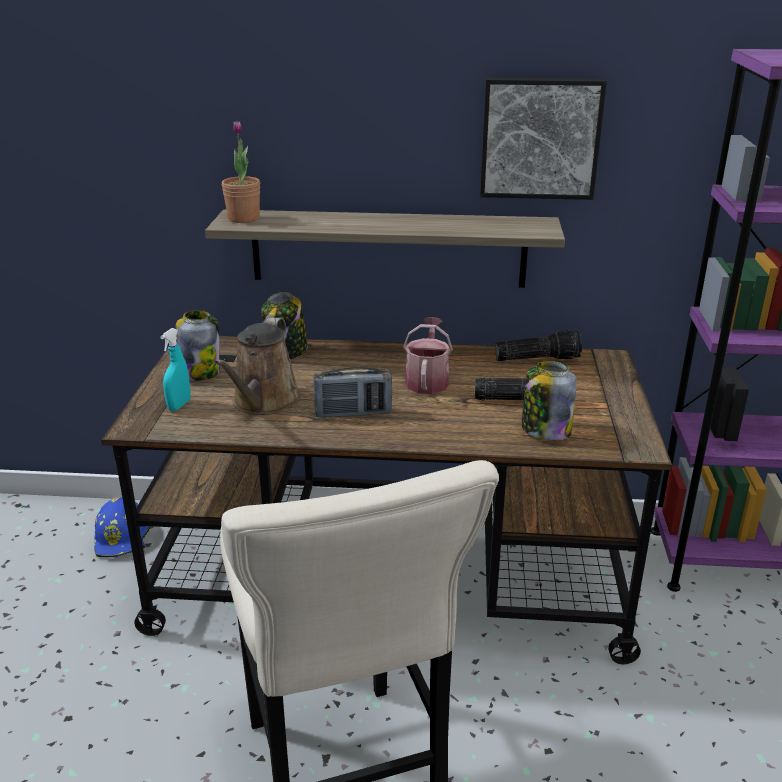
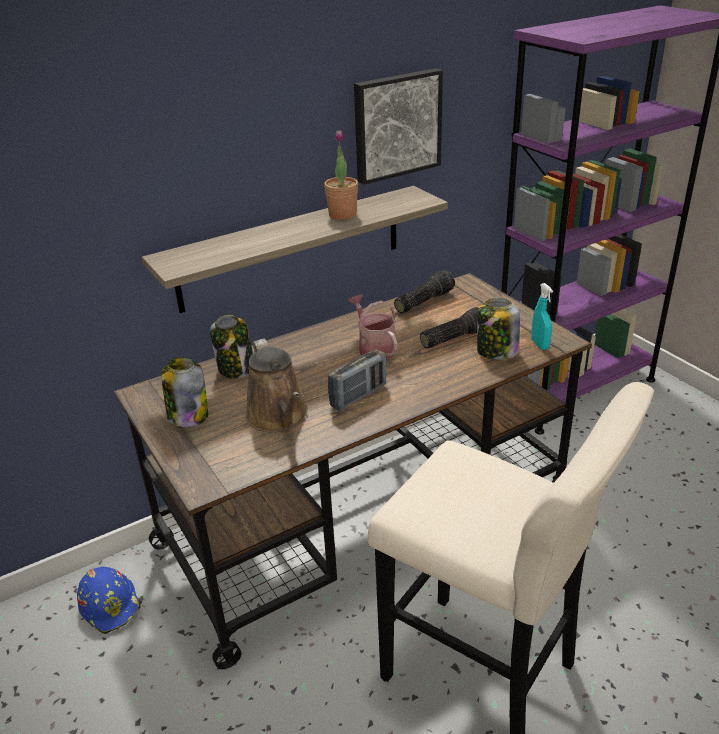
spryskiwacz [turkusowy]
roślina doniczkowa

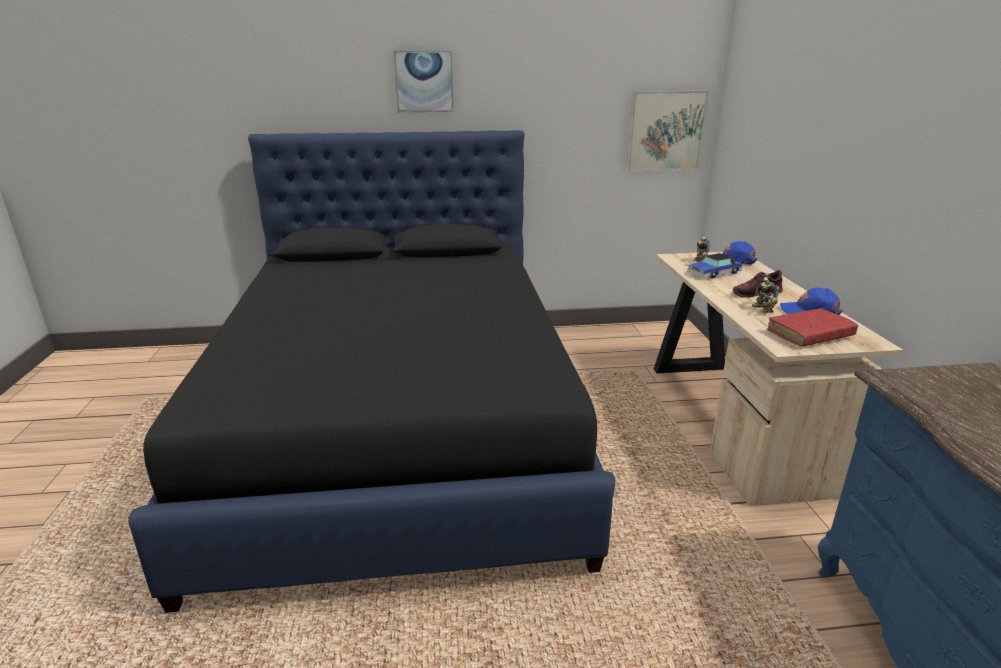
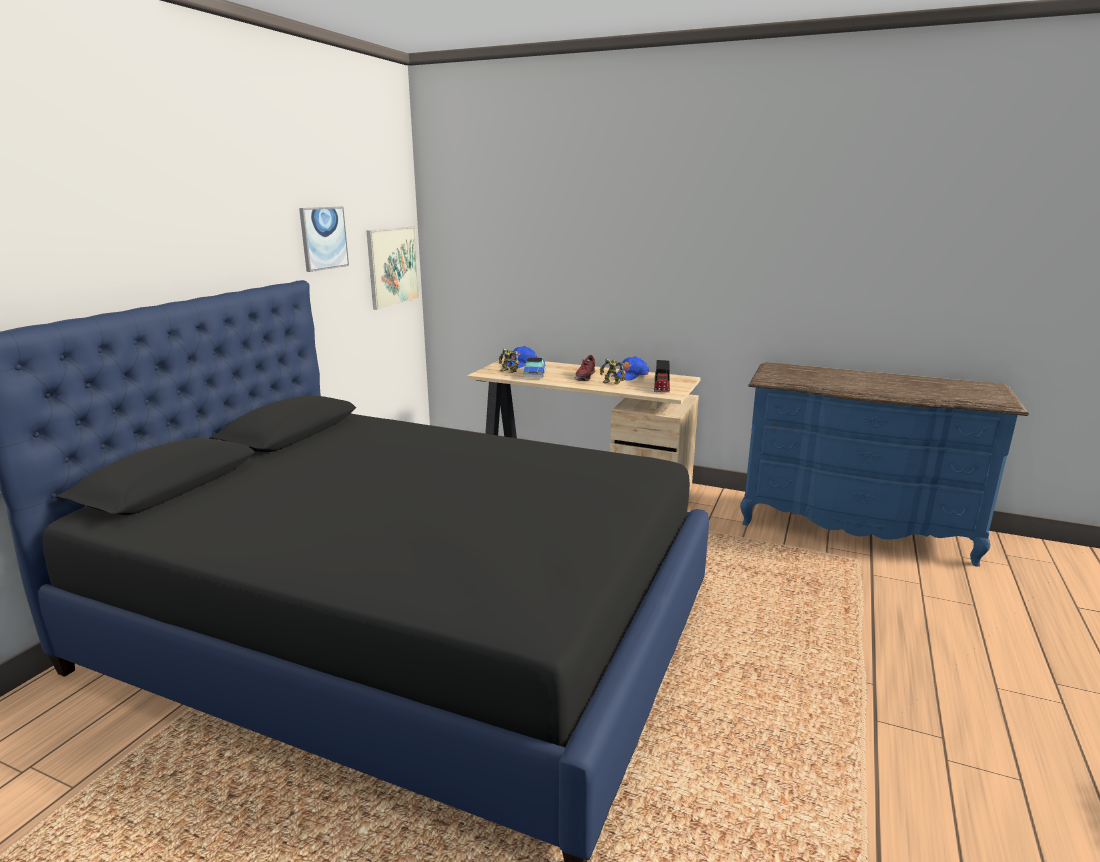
obraz (1st from left)
ciężarówka zabawkowa

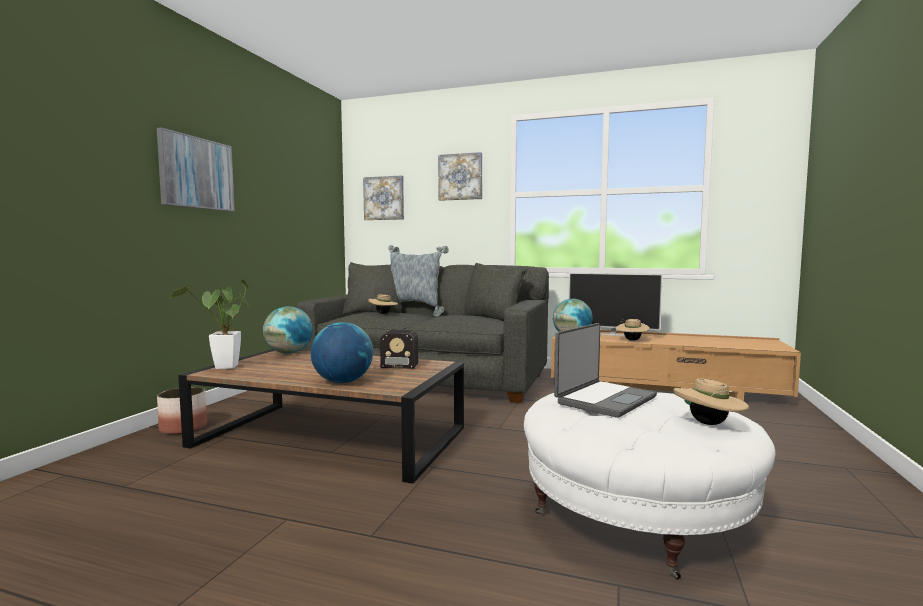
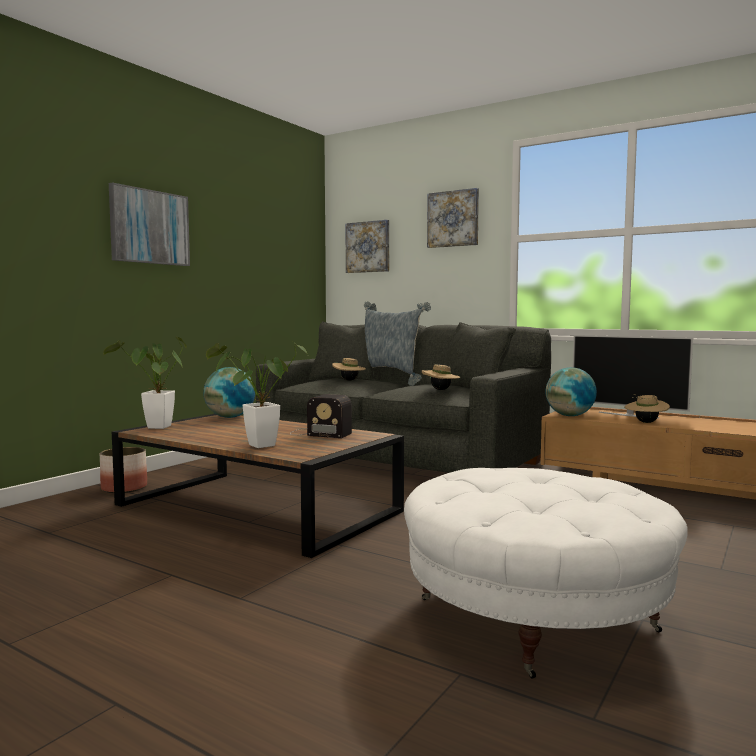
roślina doniczkowa (2nd from left)
laptop
kapelusz [beżowy] (2nd from left)

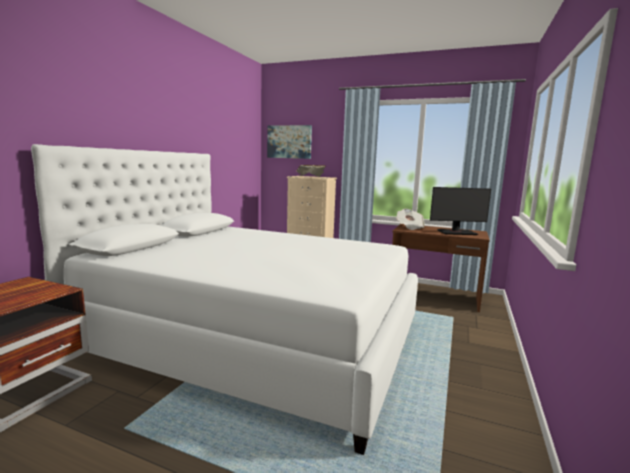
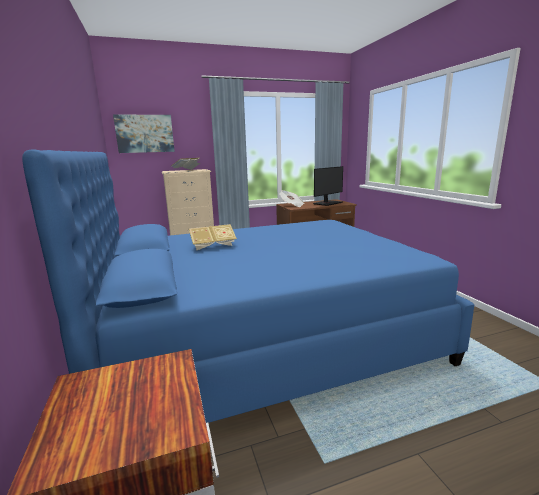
łóżko [niebieski]
książka (2nd from left)

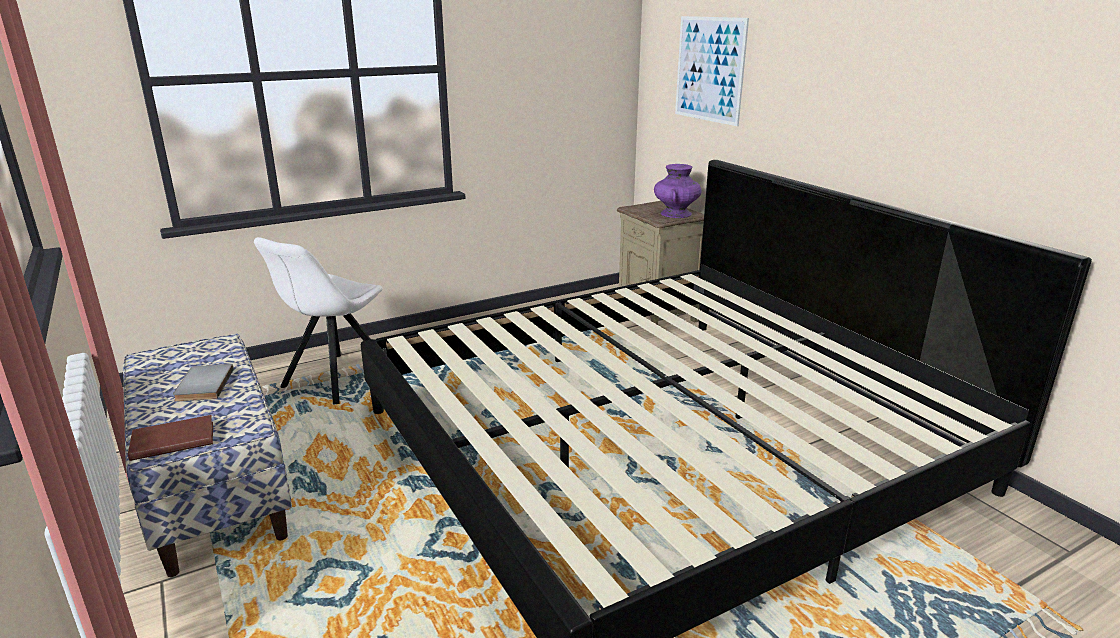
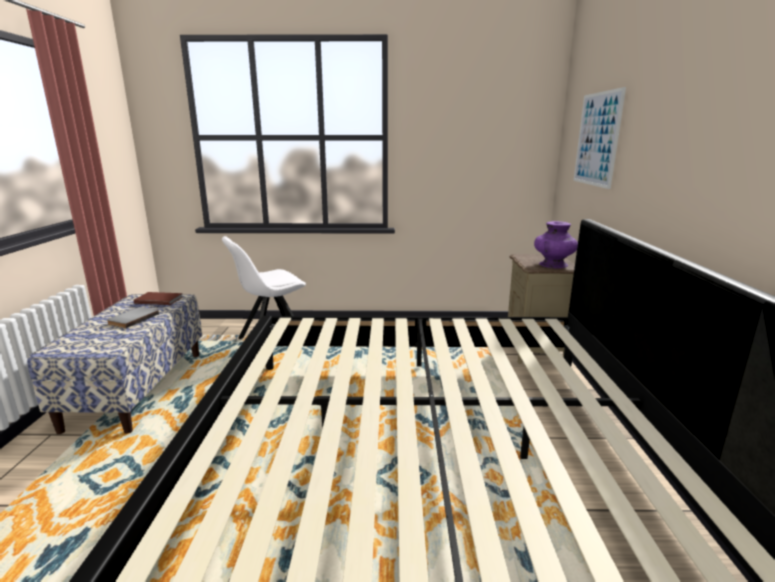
książka [brązowy]

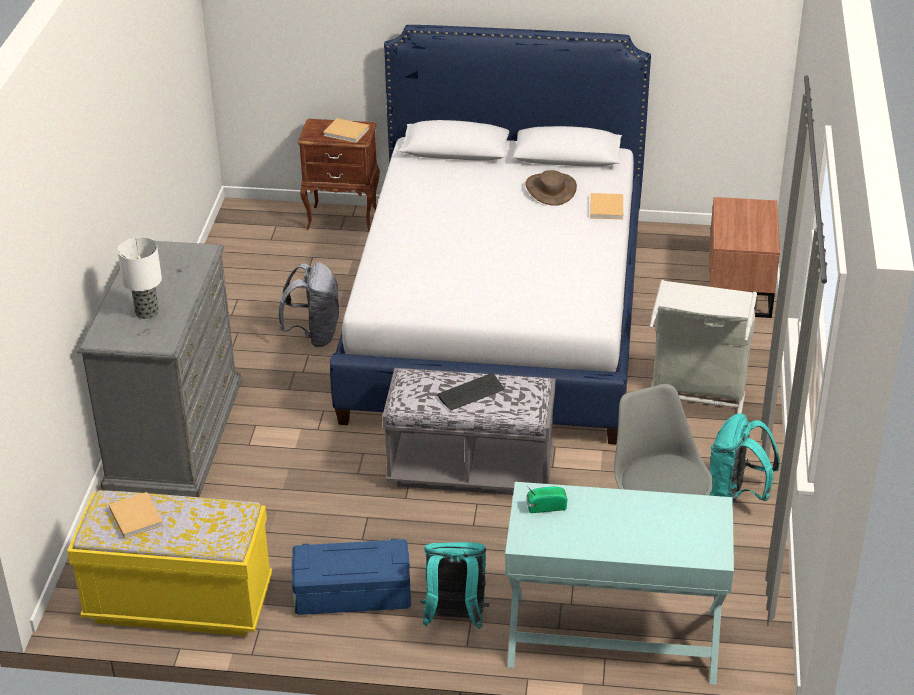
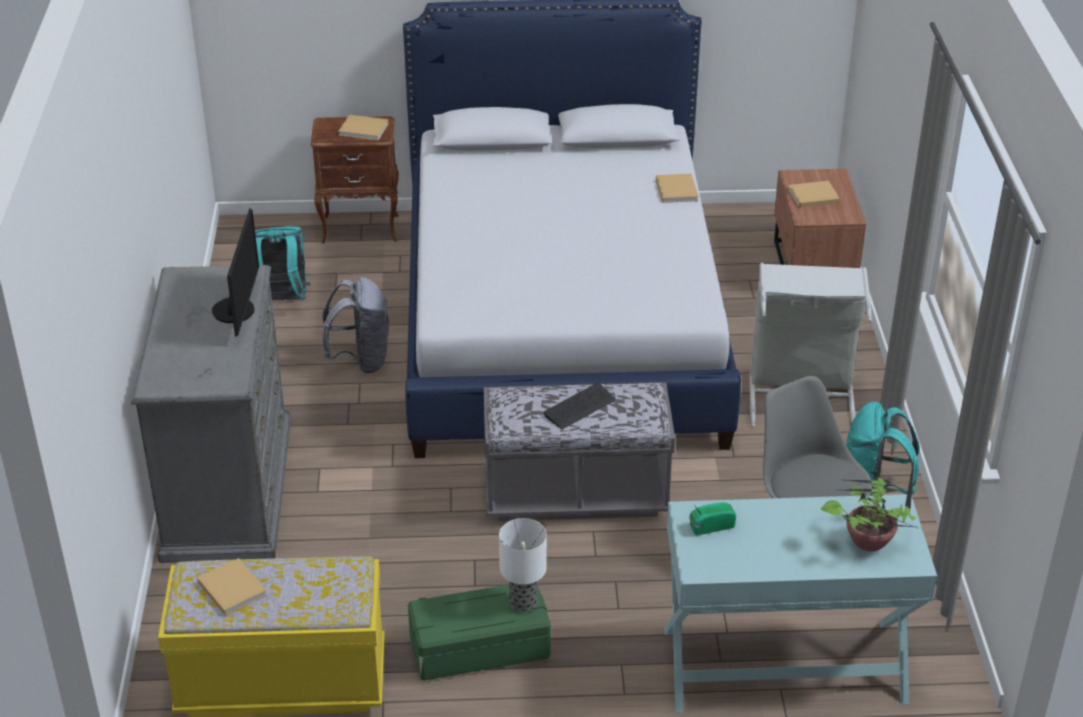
lampa stołowa
pojemnik do przechowywania [zielony]
plecak [turkusowy] (1st from left)
kapelusz [brązowy]
monitor
książka [beżowy] (4th from left)
roślina doniczkowa

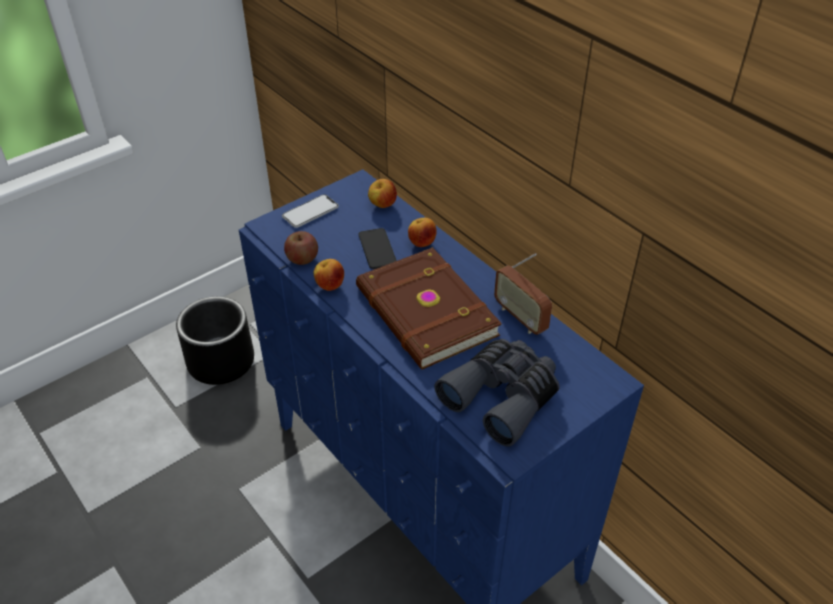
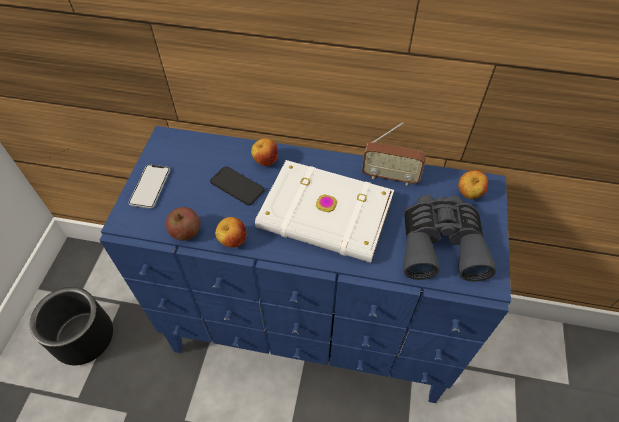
książka [biały]
jabłko (4th from left)

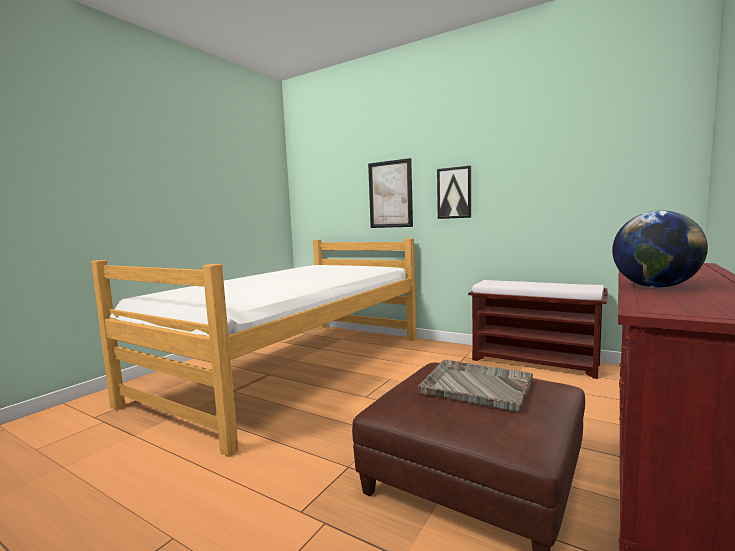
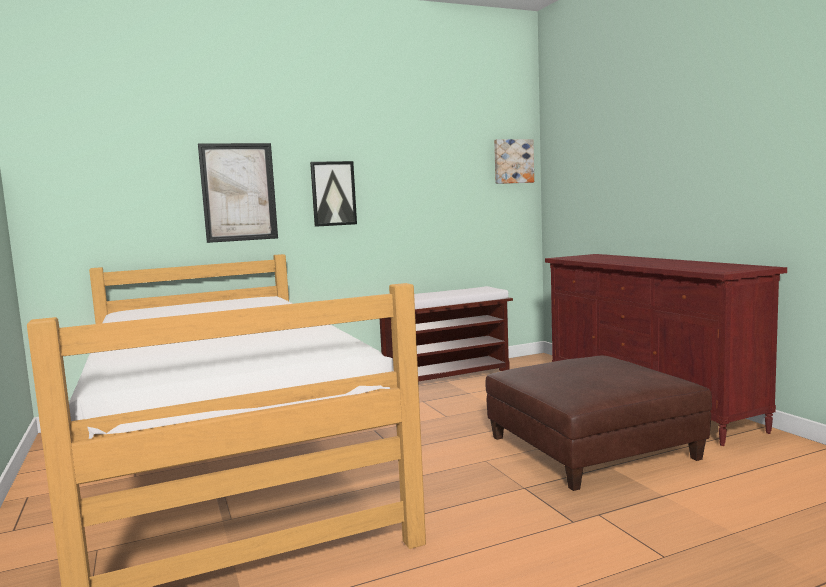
taca [szary]
globus
obraz (3rd from left)

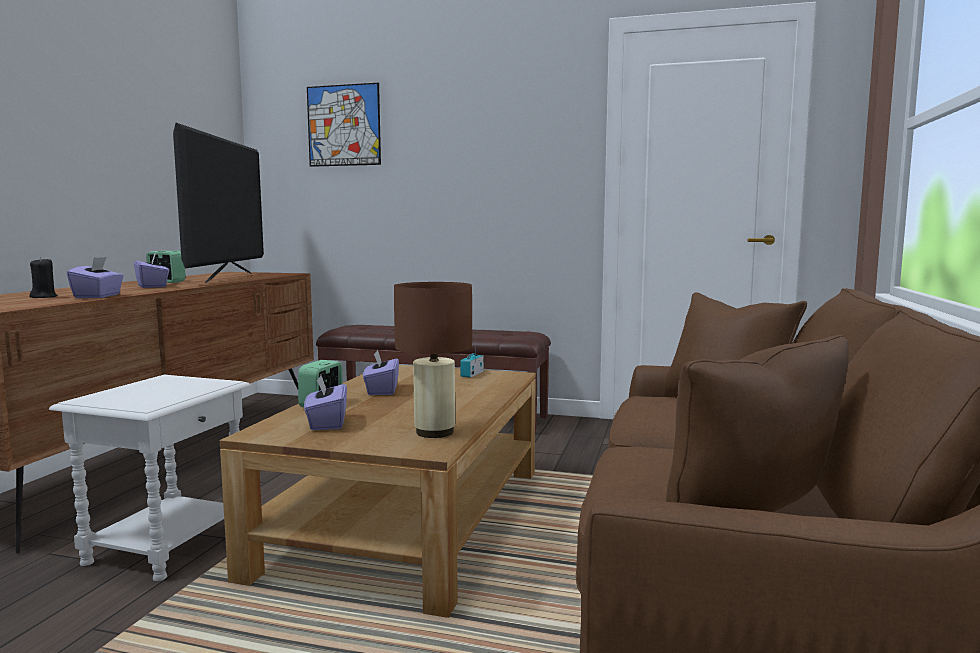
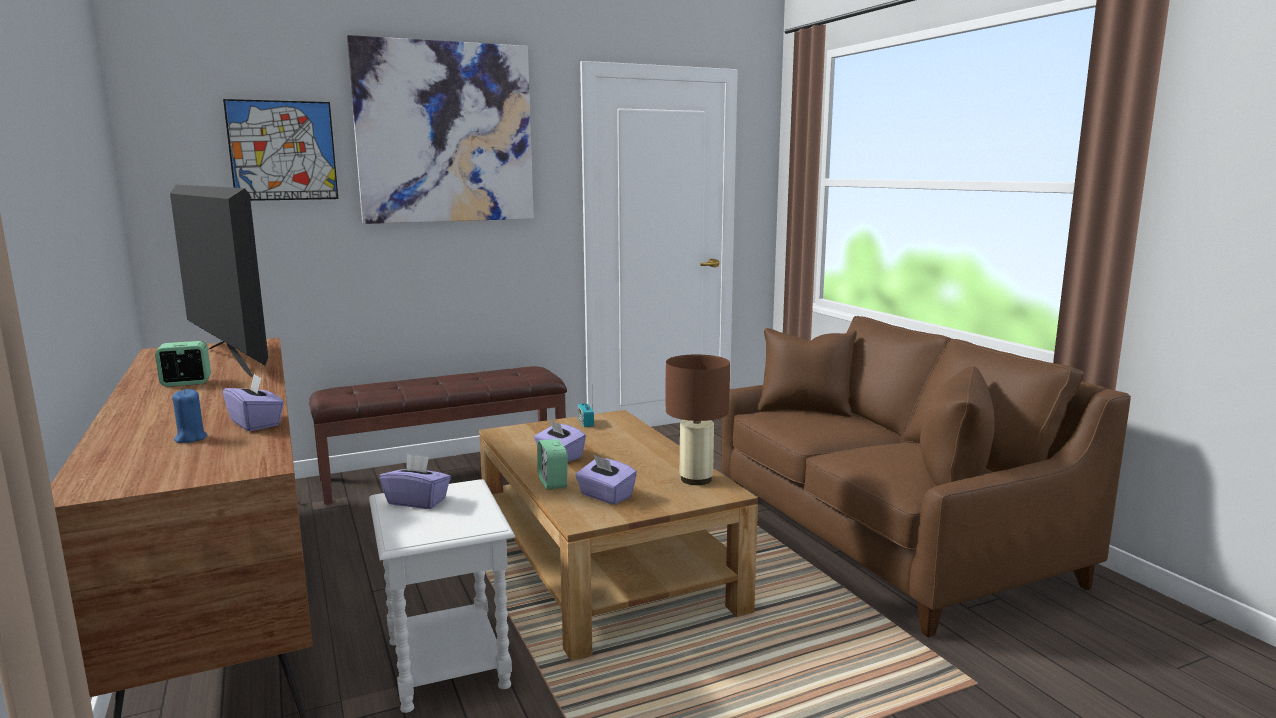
świeca [niebieski]
pudełko chusteczek [fioletowy] (2nd from left)
obraz (2nd from left)

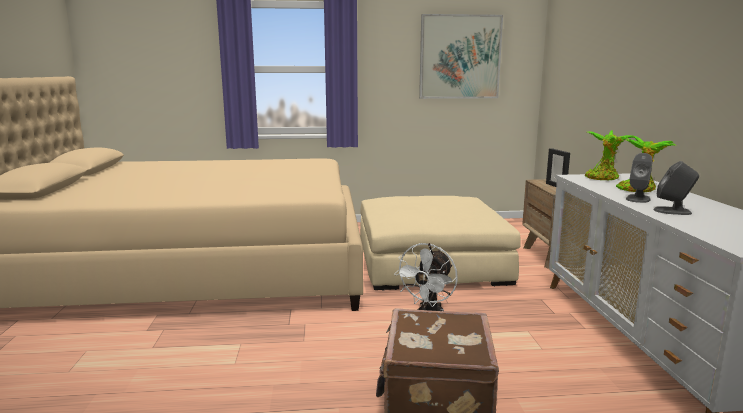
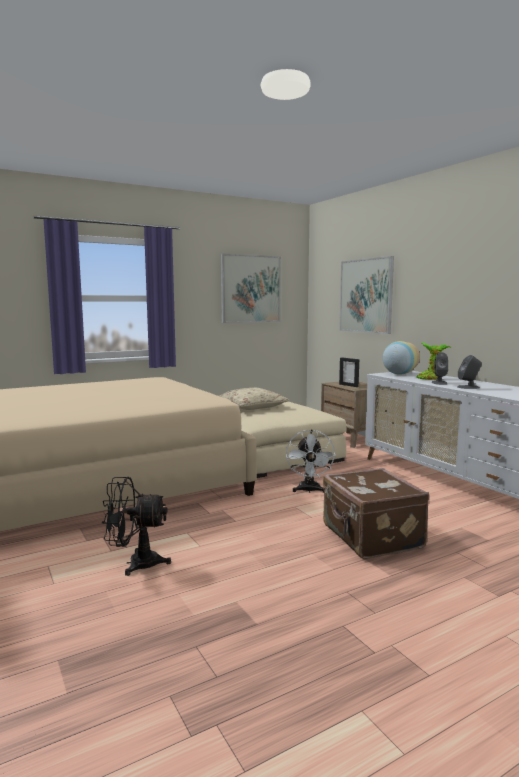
wazon
wentylator [czarny]
poduszka [beżowy]
obraz (2nd from left)

